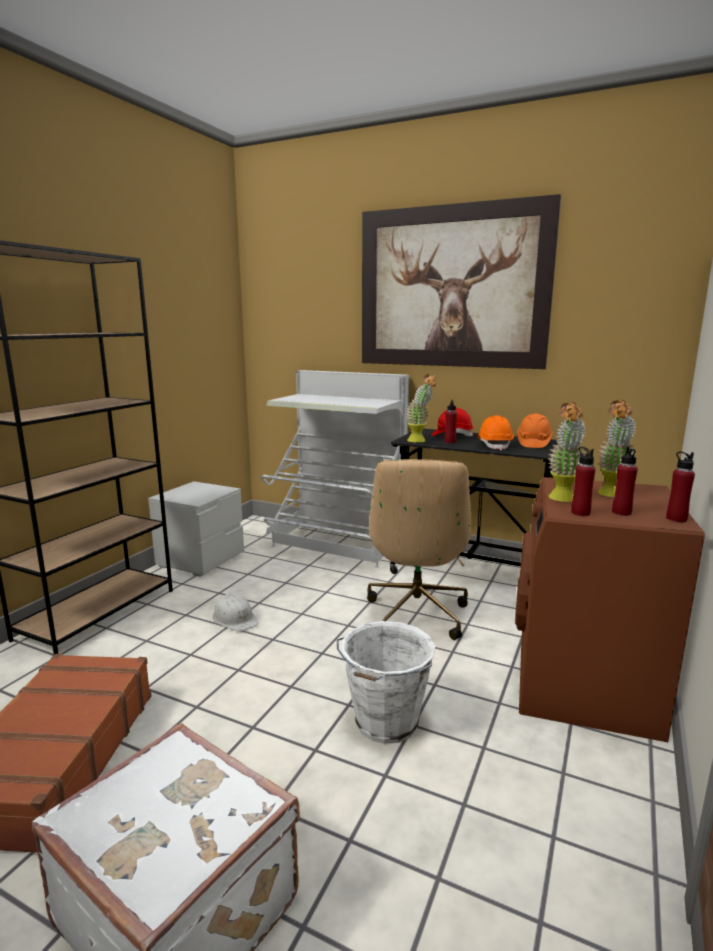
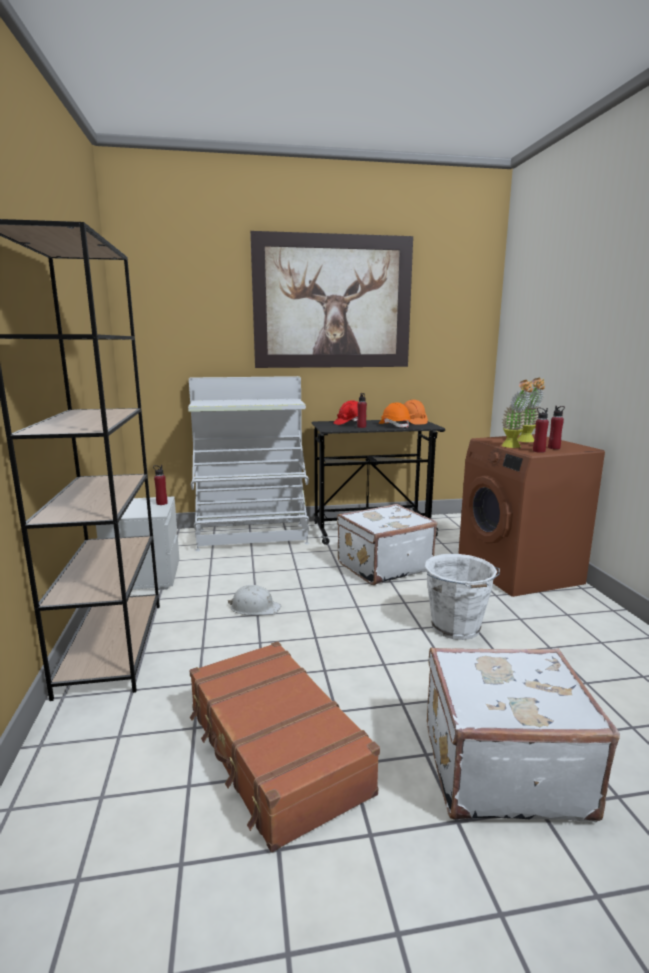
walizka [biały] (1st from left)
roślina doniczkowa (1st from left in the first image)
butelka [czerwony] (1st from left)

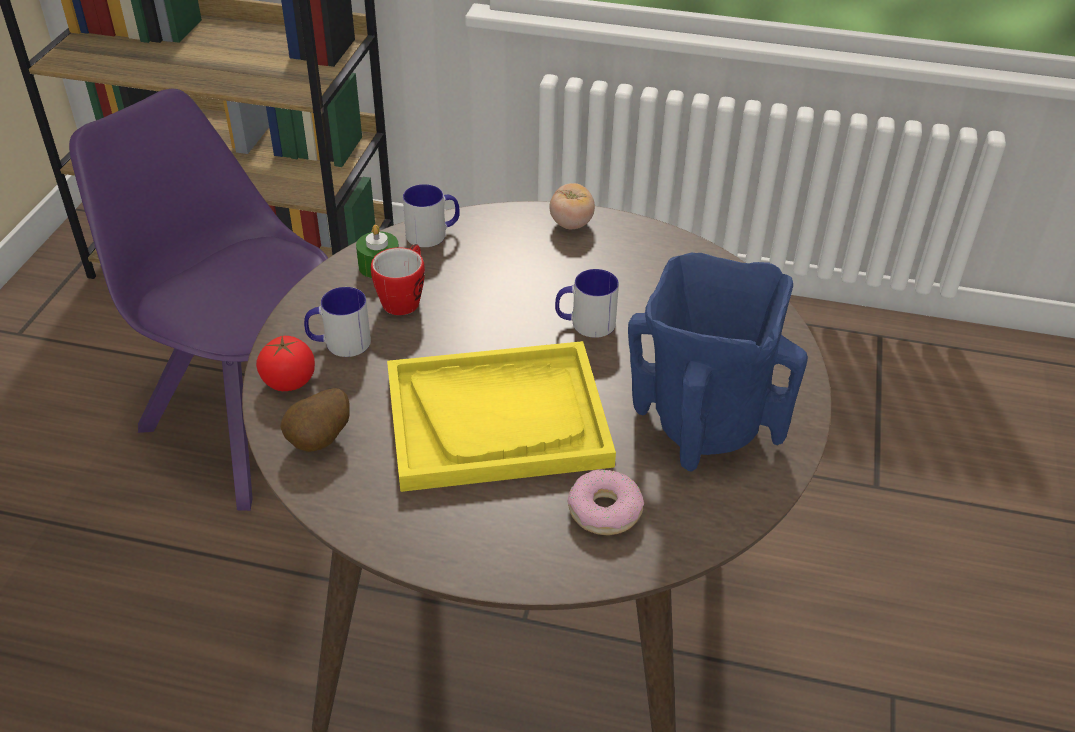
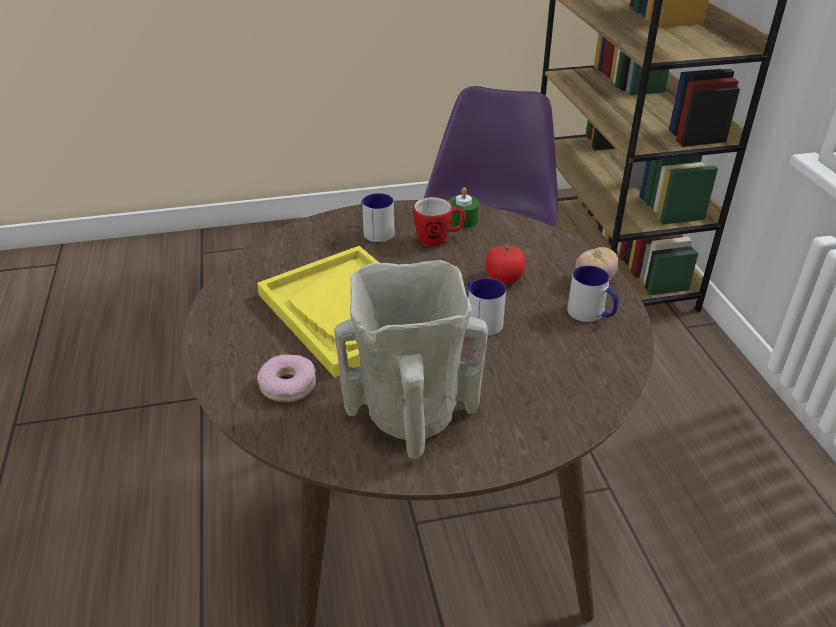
pomidor (1st from left)
ziemniak
kubek (4th from left)
wazon [beżowy]

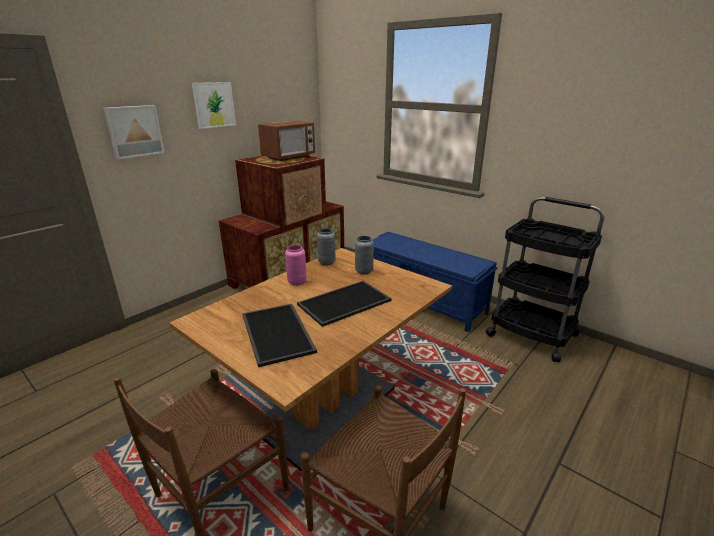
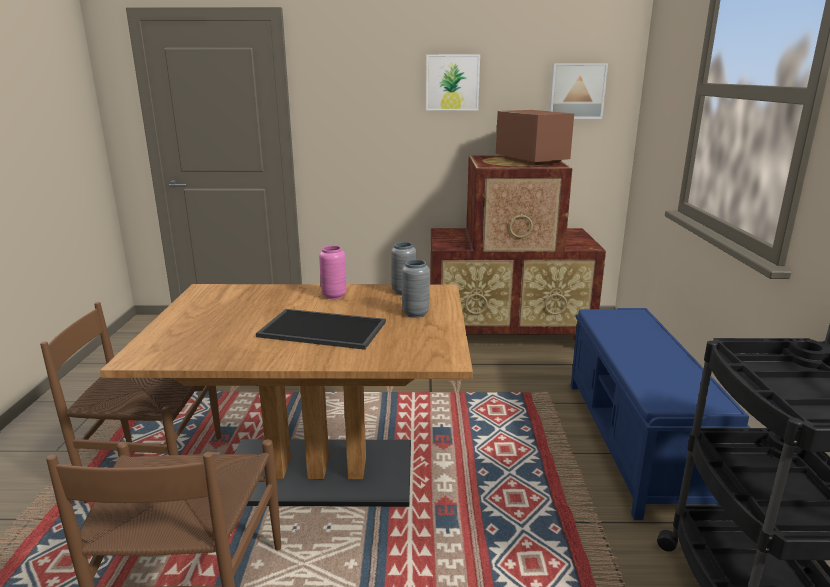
obraz (2nd from left)
taca (1st from left in the first image)
mikrofalówka

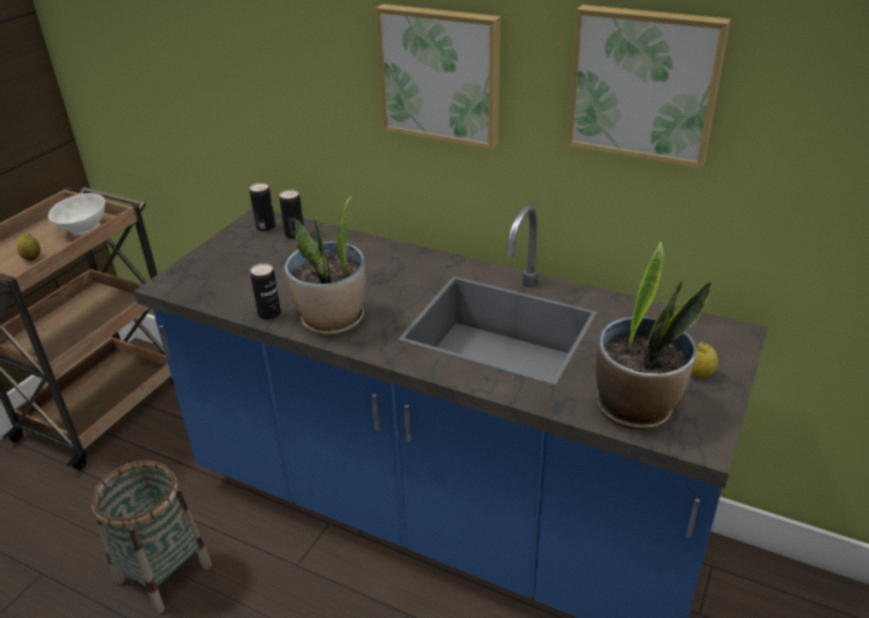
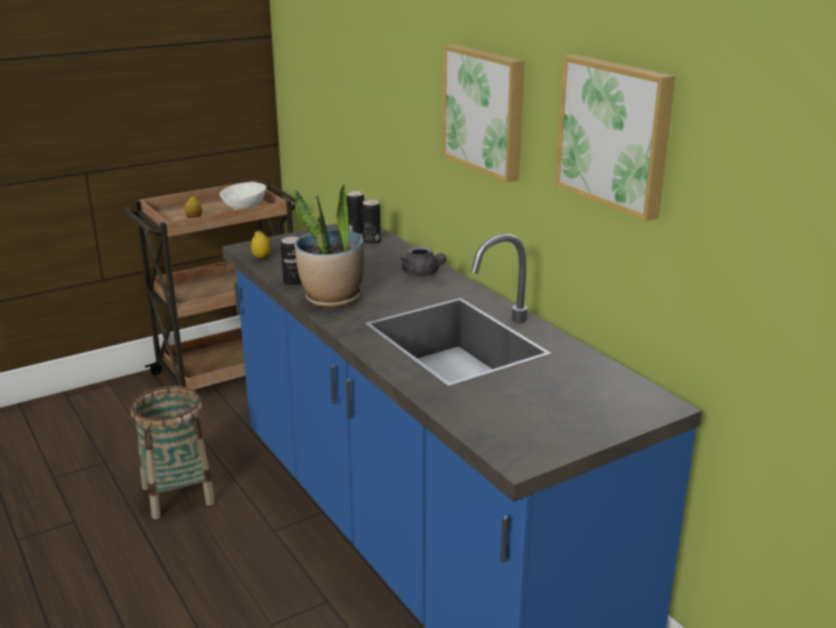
roślina doniczkowa (2nd from left in the first image)
cytryna (2nd from left)
imbryk [szary]

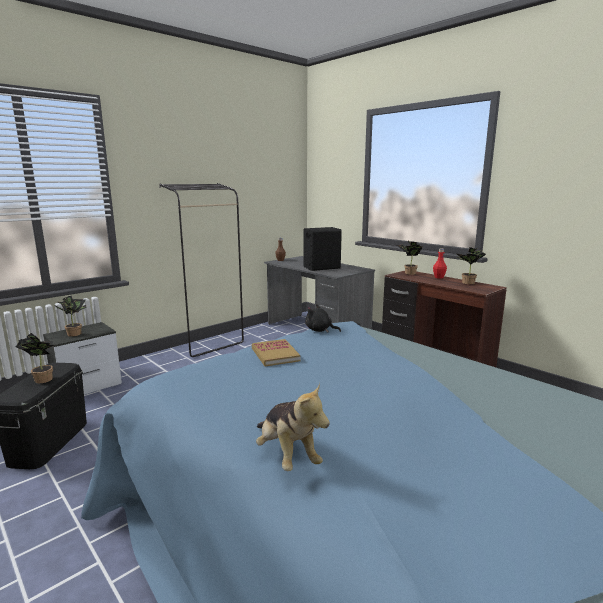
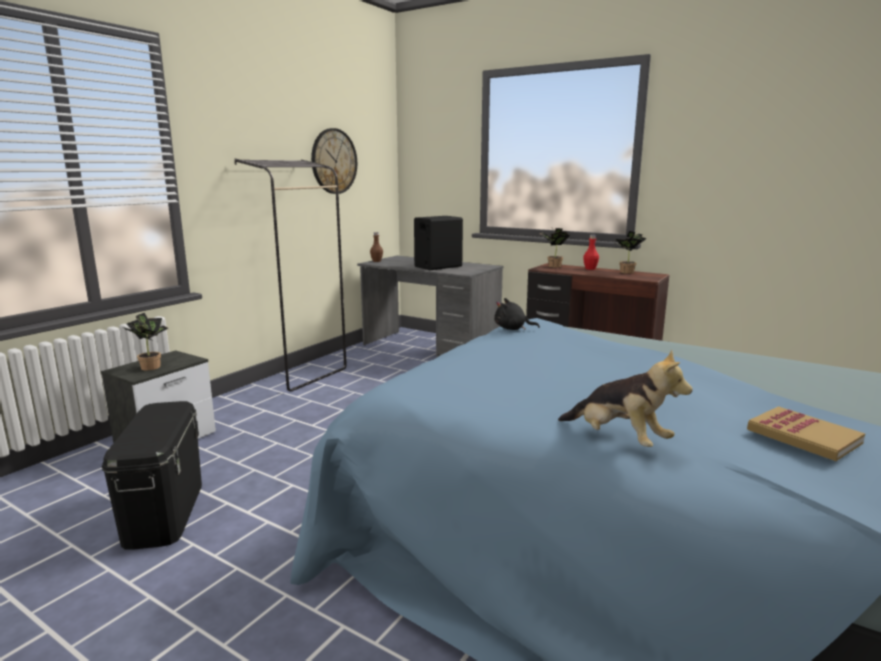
roślina doniczkowa (1st from left in the first image)
książka
zegar ścienny

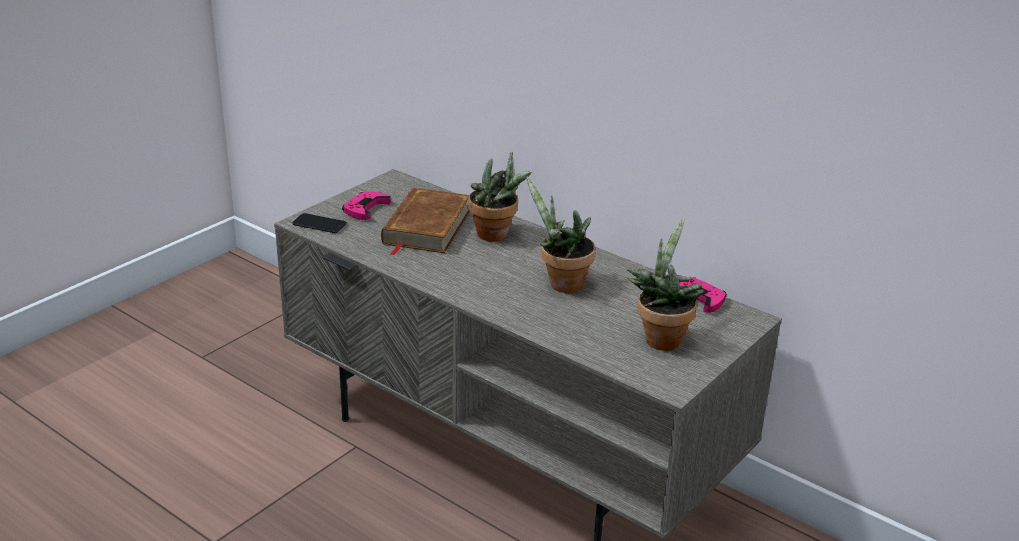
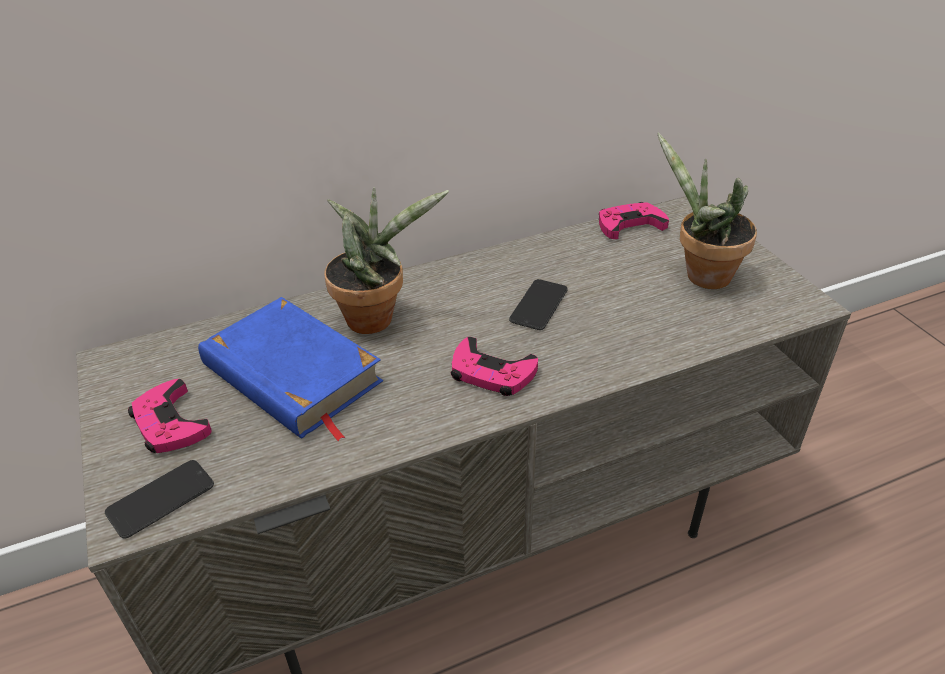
książka [niebieski]
telefon (2nd from left)
pad do gier [różowy] (2nd from left)

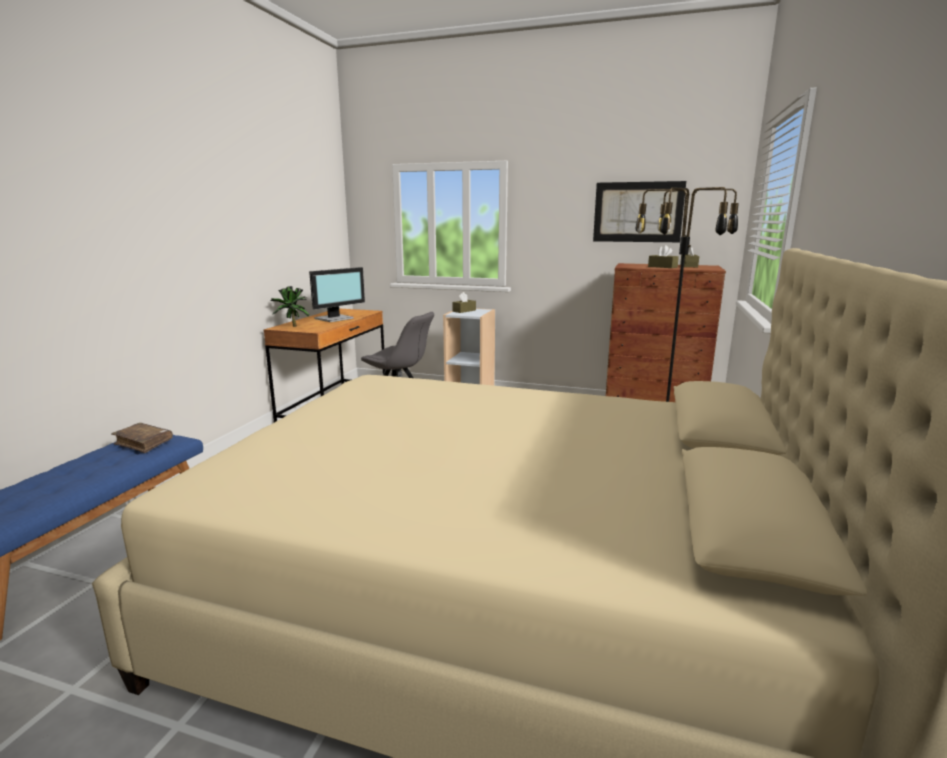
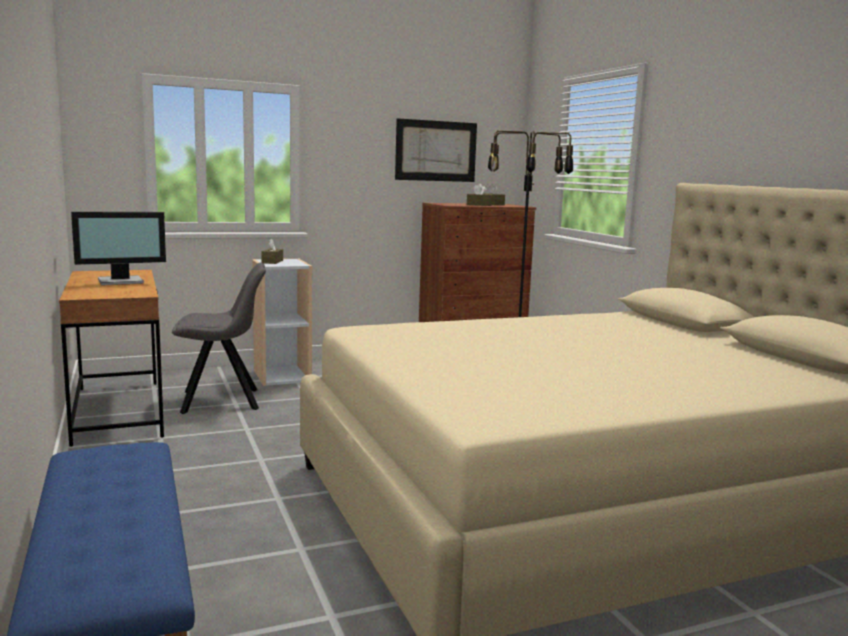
książka [brązowy]
roślina doniczkowa
monitor

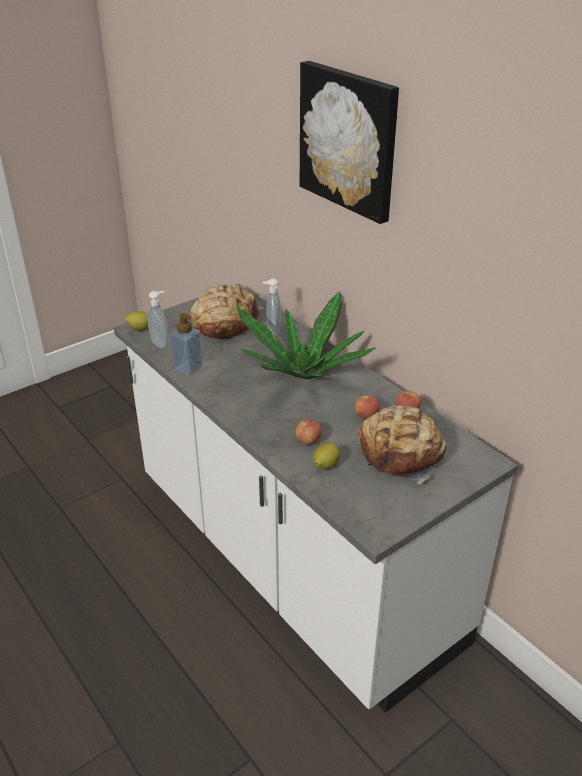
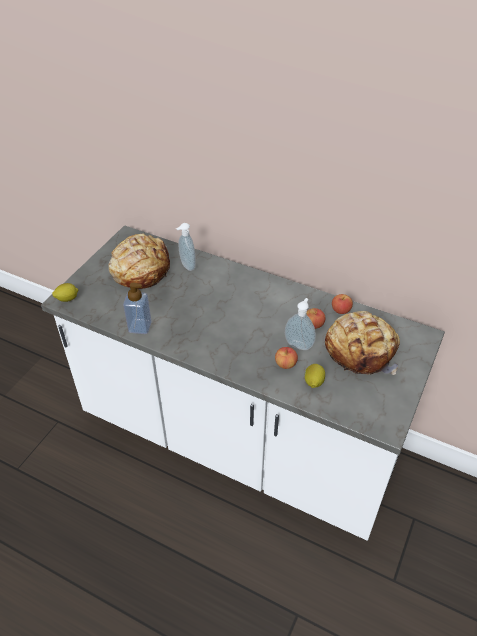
dozownik mydła (3rd from left)
roślina doniczkowa
obraz

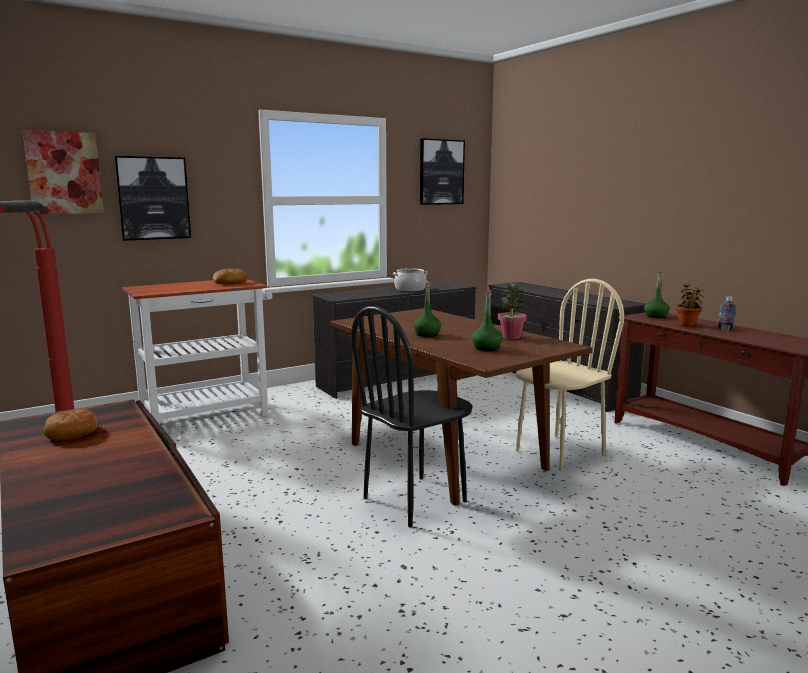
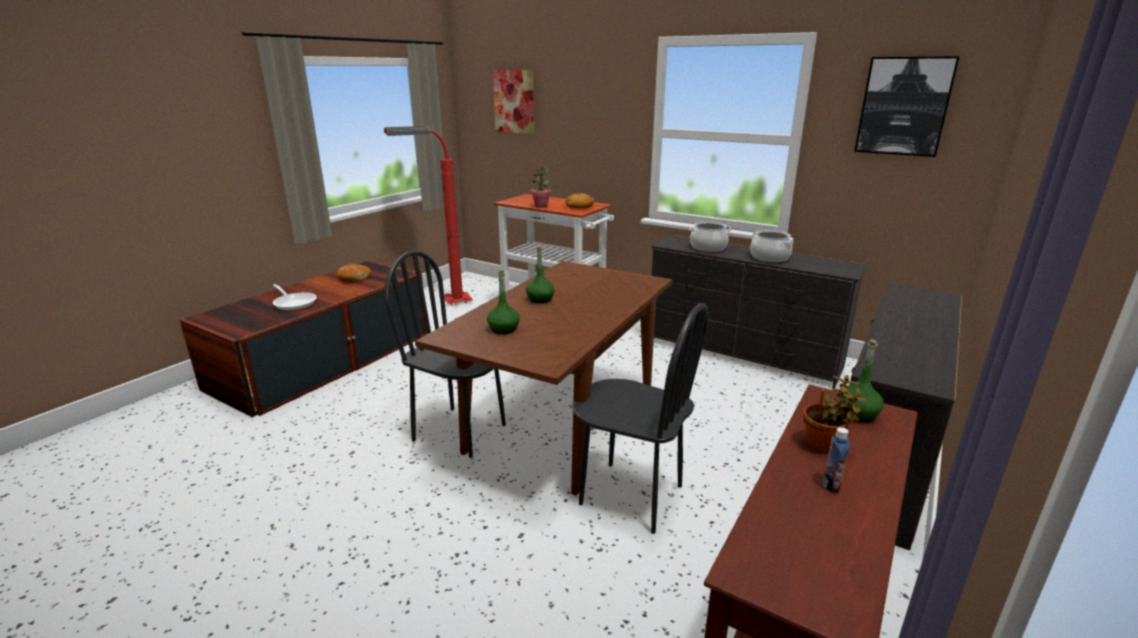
obraz (2nd from left in the first image)
roślina doniczkowa (1st from left)
krzesło [czarny] (2nd from left)
patelnia
garnek (1st from left)

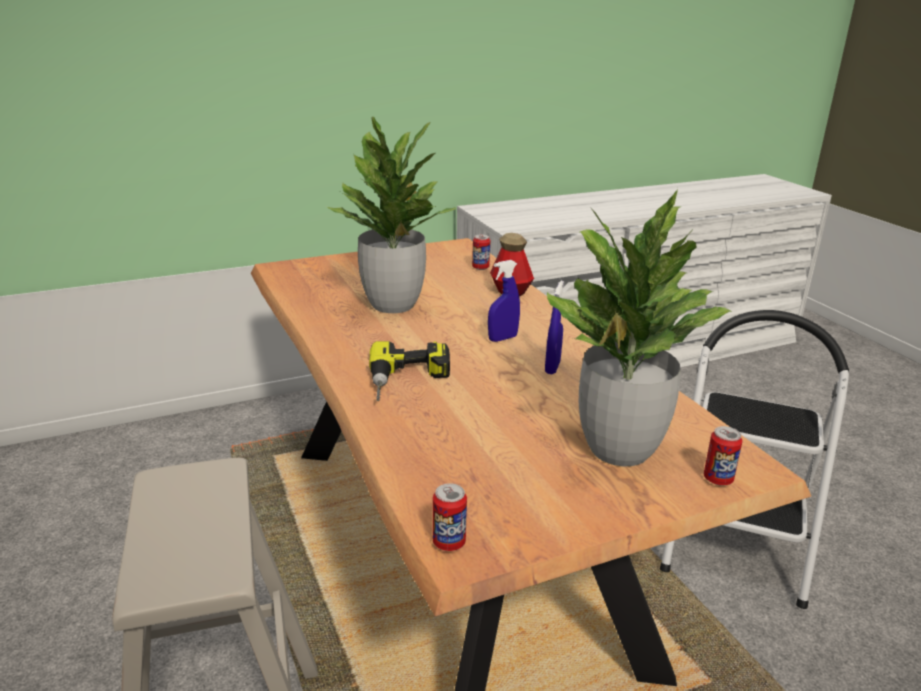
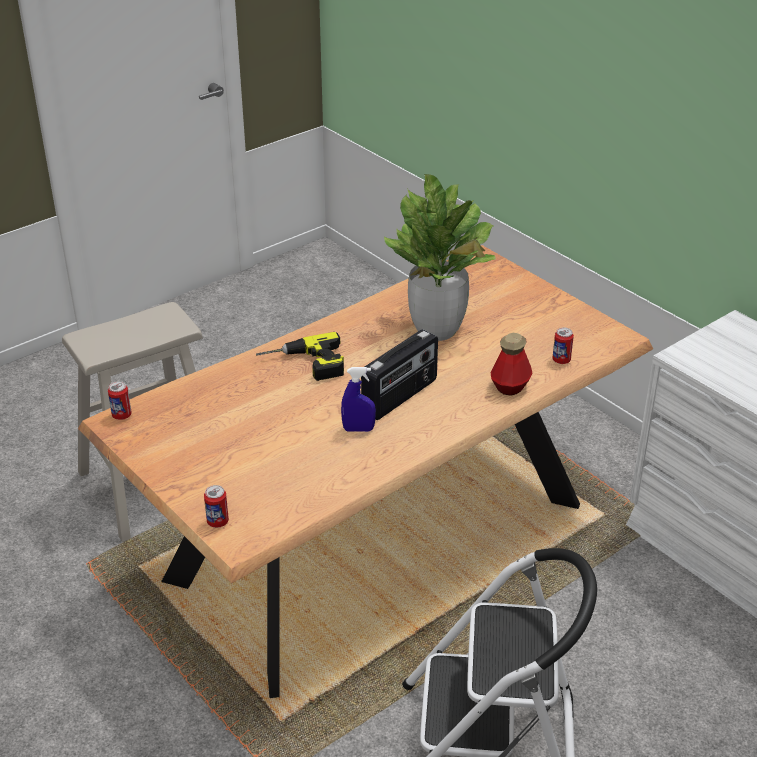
radio
roślina doniczkowa (2nd from left in the first image)

